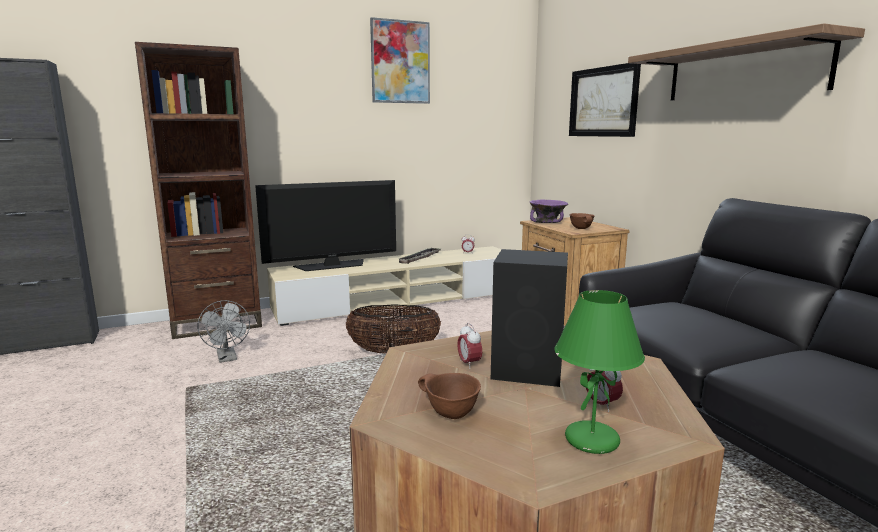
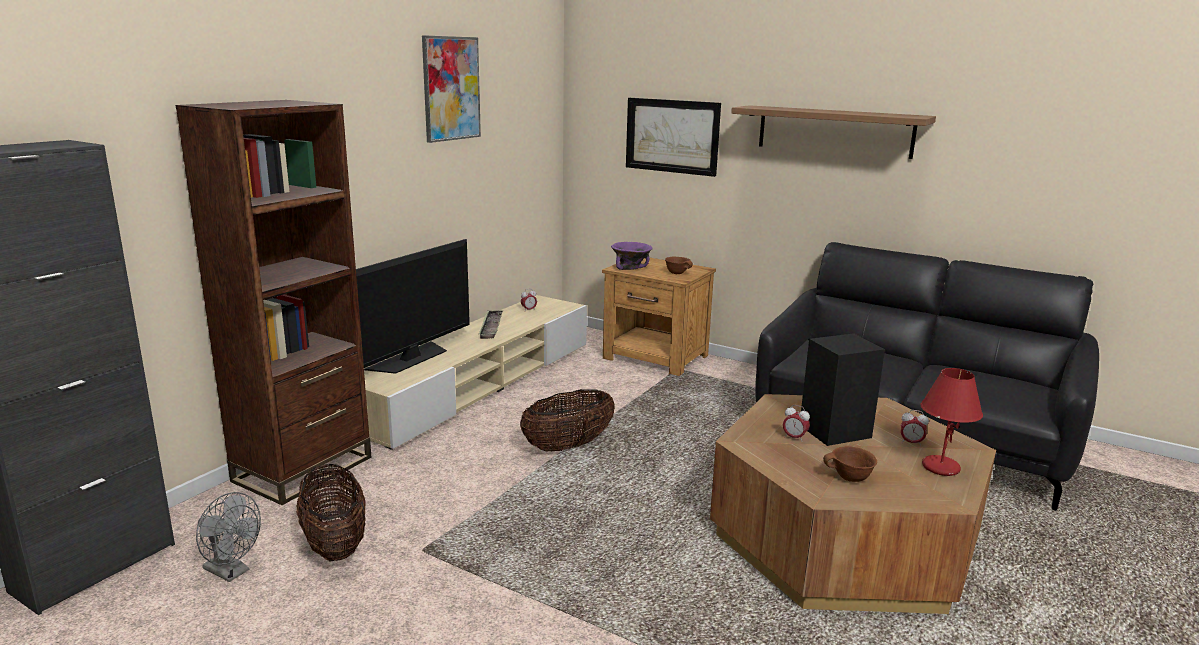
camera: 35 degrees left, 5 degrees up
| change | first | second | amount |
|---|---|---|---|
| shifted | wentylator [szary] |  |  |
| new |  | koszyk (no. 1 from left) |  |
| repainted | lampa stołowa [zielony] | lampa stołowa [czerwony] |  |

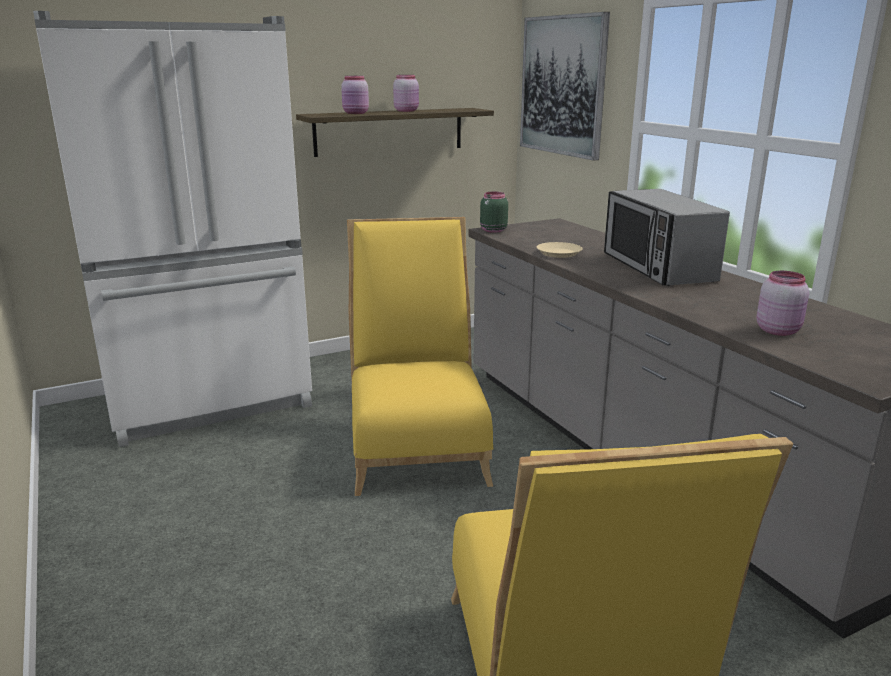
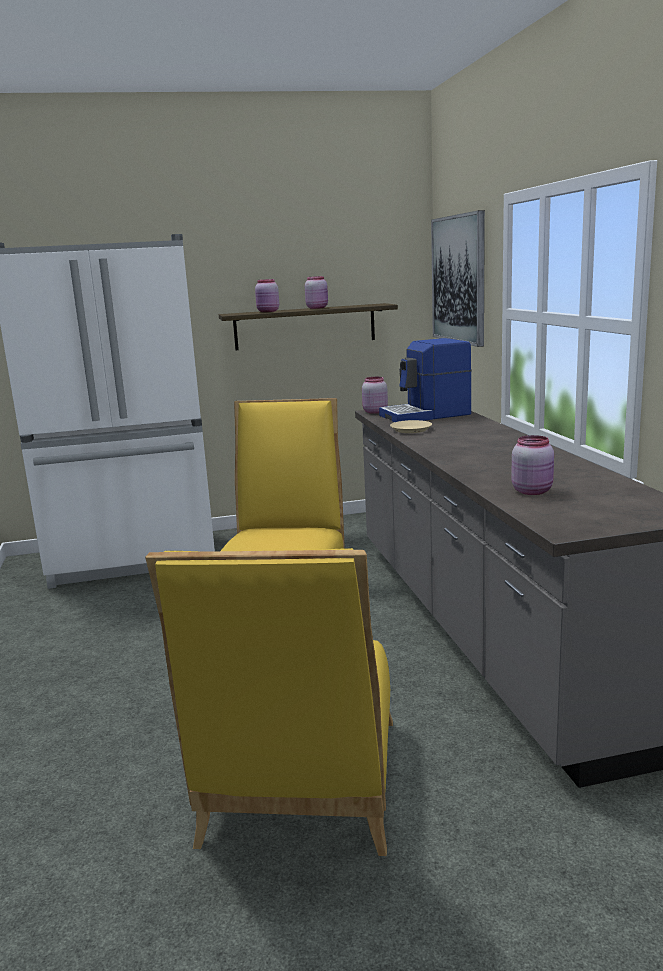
camera: 15 degrees right, 5 degrees down
| change | first | second | amount |
|---|---|---|---|
| repainted | słoik [zielony] | słoik [różowy] (no. 3 from left) |  |
| new |  | ekspres do kawy |  |
| gone | mikrofalówka |  |  |

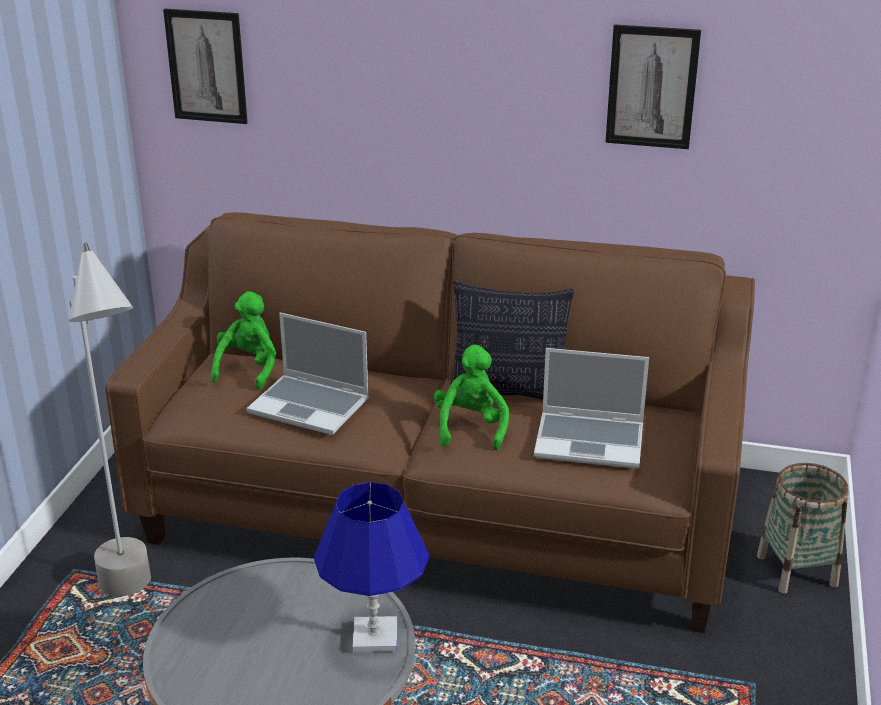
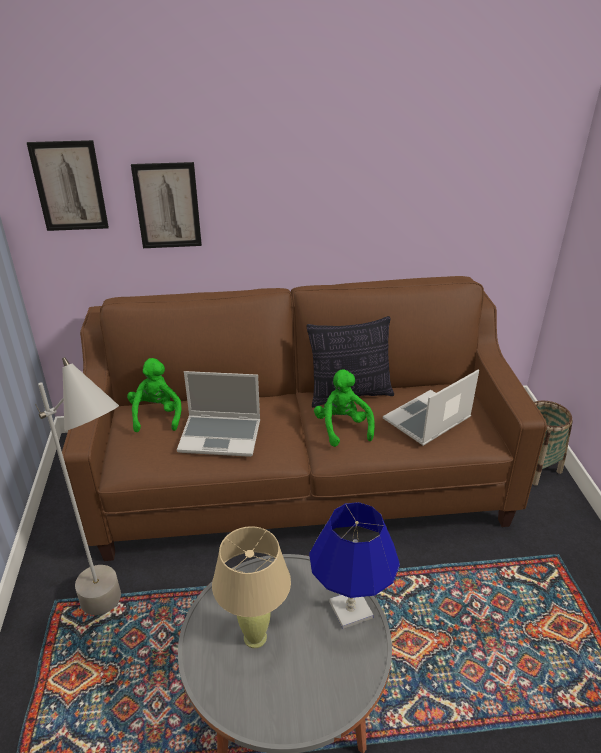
camera: 20 degrees left, 5 degrees up
| change | first | second | amount |
|---|---|---|---|
| shifted | obraz (no. 2 from left) |  |  |
| new |  | lampa stołowa [beżowy] |  |
| rotated | laptop (no. 2 from left) |  | 150 degrees clockwise |

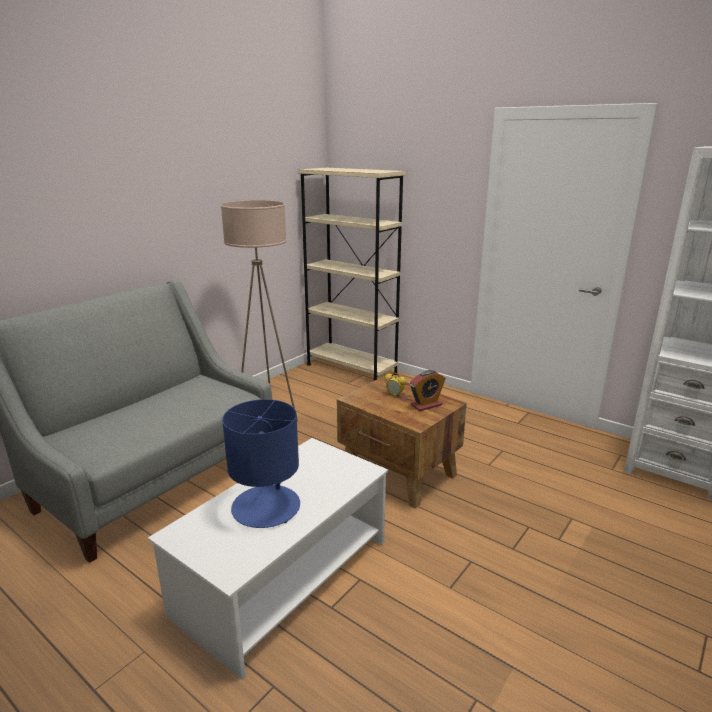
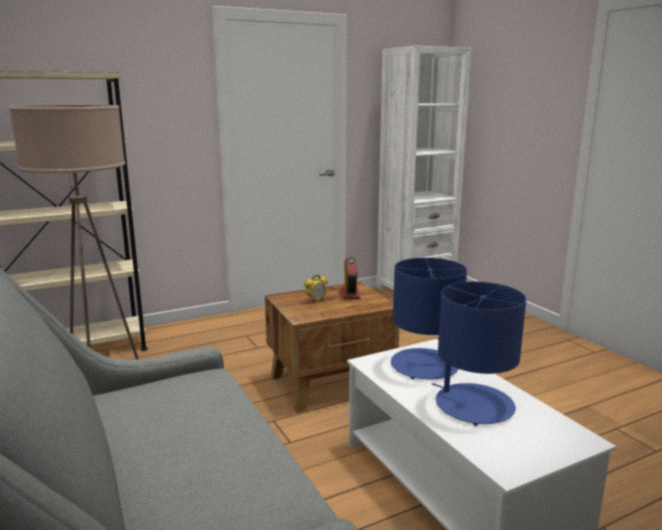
camera: 65 degrees left, 5 degrees down
| change | first | second | amount |
|---|---|---|---|
| new |  | lampa stołowa [niebieski] (no. 1 from left) |  |

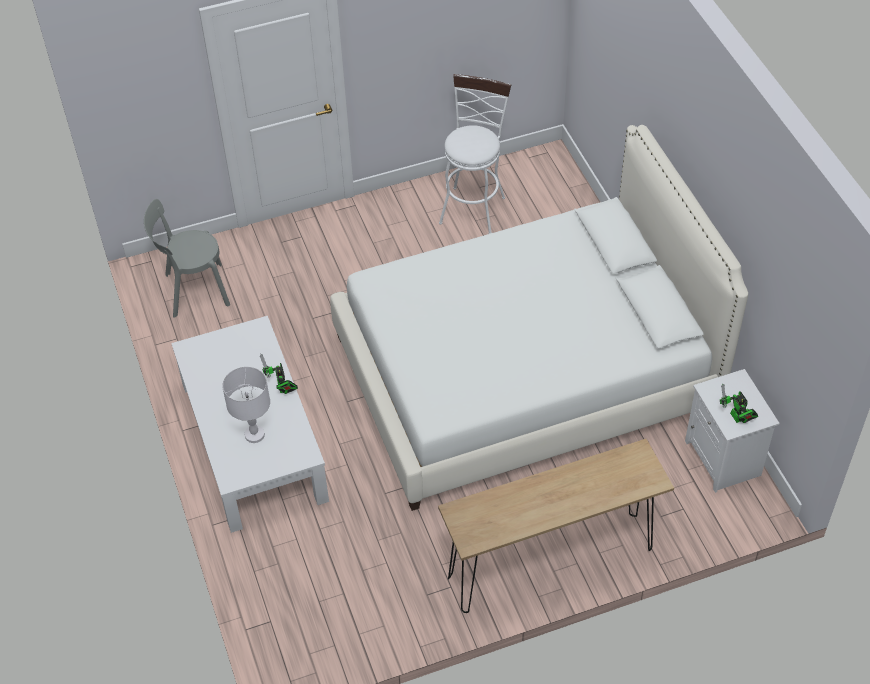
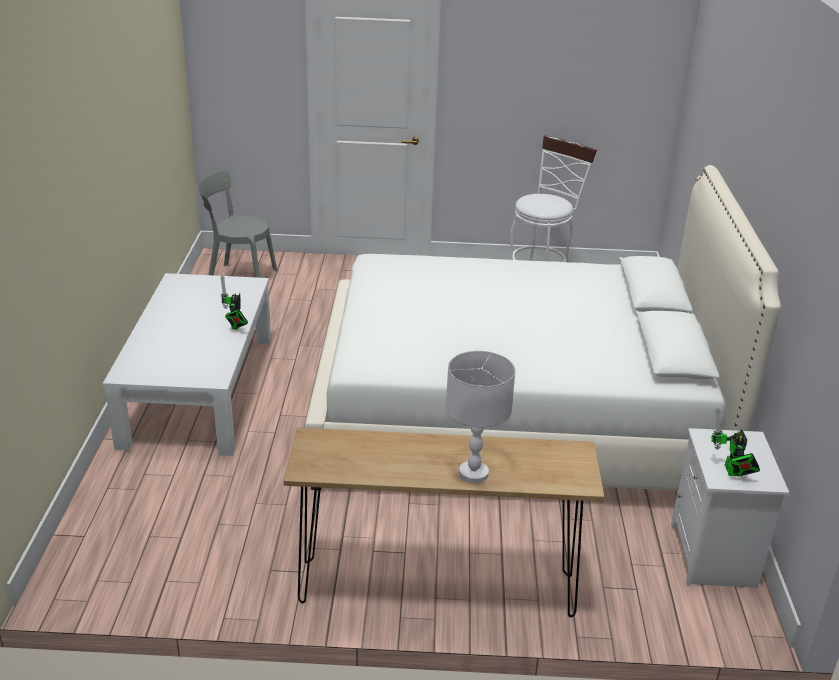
camera: 20 degrees right, 20 degrees down
| change | first | second | amount |
|---|---|---|---|
| shifted | lampa stołowa [biały] |  |  |

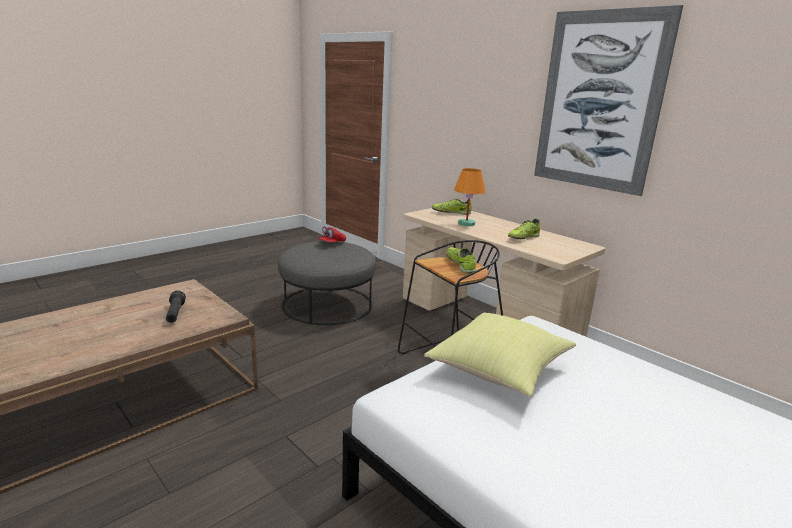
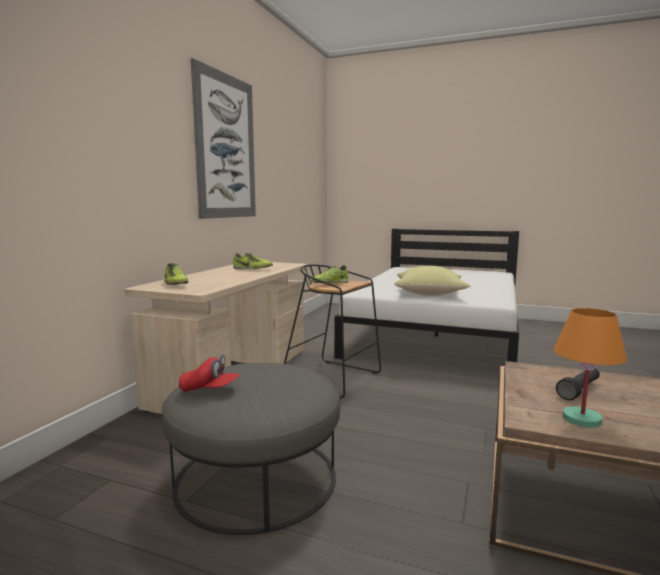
camera: 115 degrees left, 10 degrees down
| change | first | second | amount |
|---|---|---|---|
| shifted | lampa stołowa [pomarańczowy] |  |  |

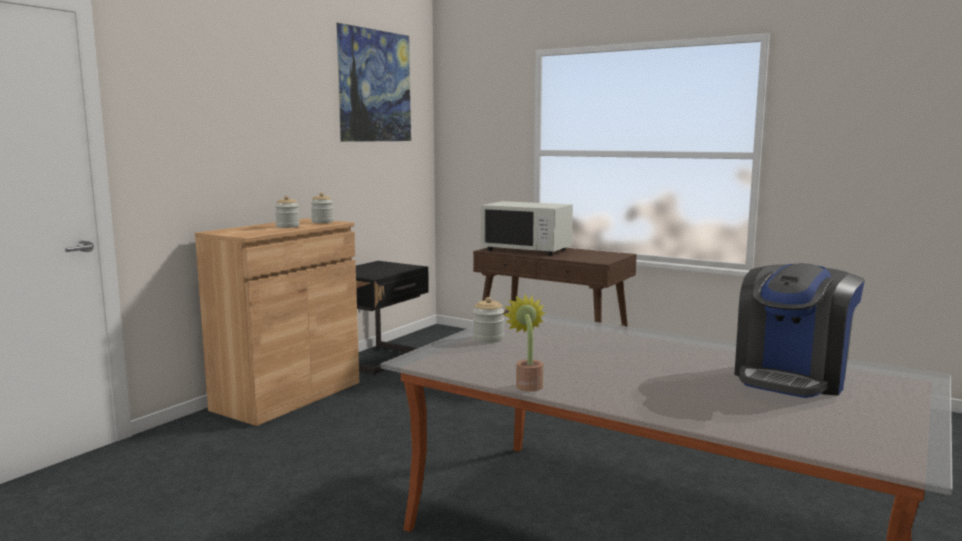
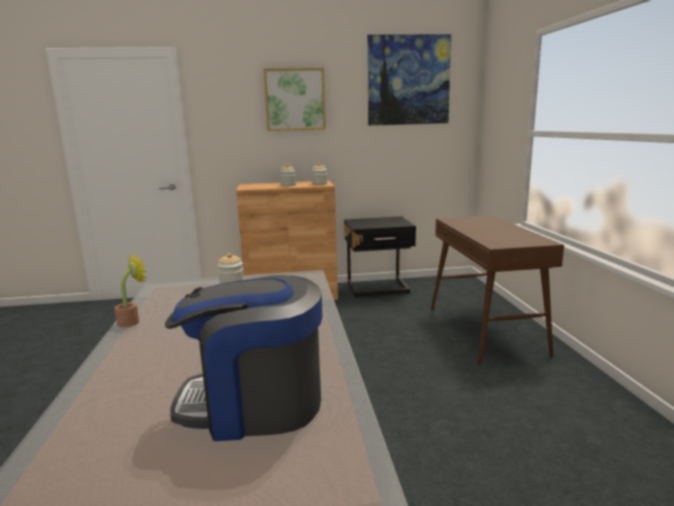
camera: 50 degrees right, 5 degrees up
| change | first | second | amount |
|---|---|---|---|
| new |  | obraz (no. 1 from left) |  |
| gone | mikrofalówka [biały] |  |  |

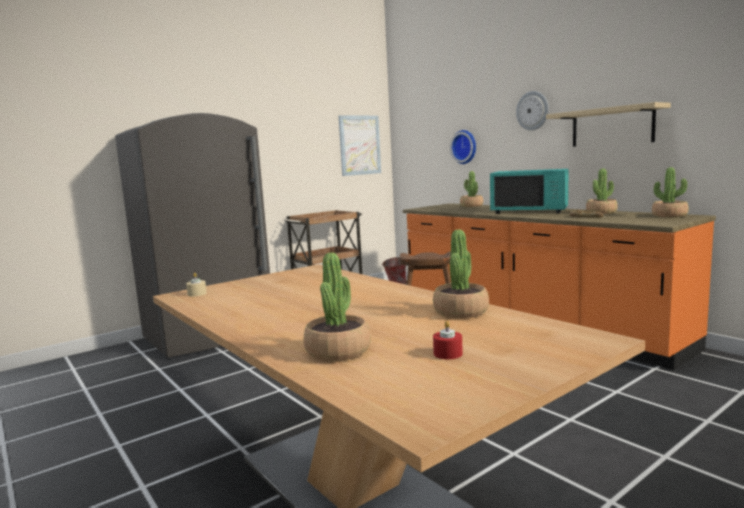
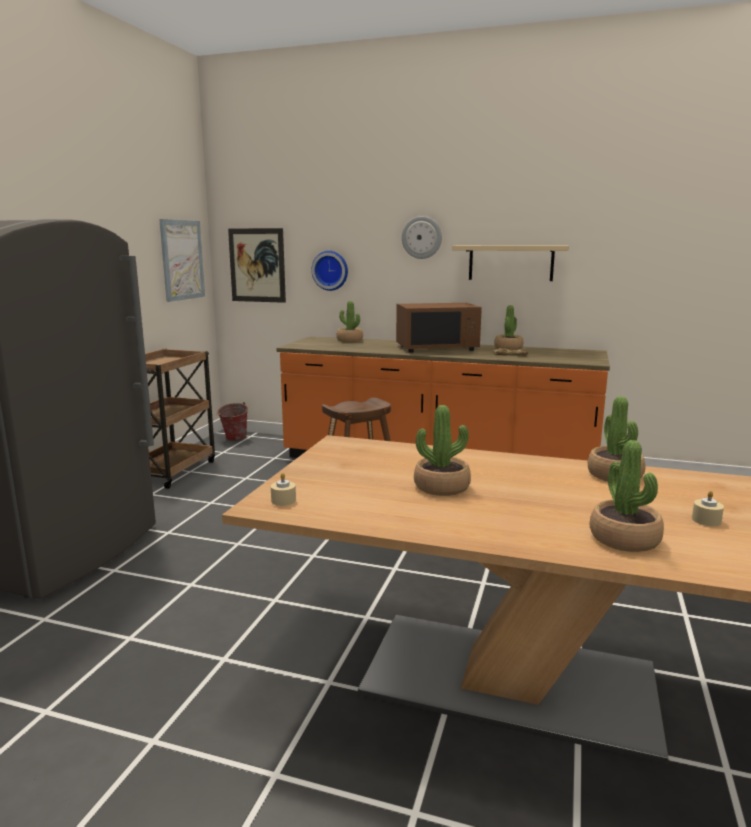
camera: 35 degrees left, 5 degrees up
| change | first | second | amount |
|---|---|---|---|
| new |  | obraz (no. 2 from left) |  |
| repainted | mikrofalówka [turkusowy] | mikrofalówka [brązowy] |  |
| shifted | roślina doniczkowa (no. 5 from left in the first image) | roślina doniczkowa (no. 2 from left) |  |
| repainted | świeca [czerwony] | świeca [beżowy] (no. 2 from left) |  |

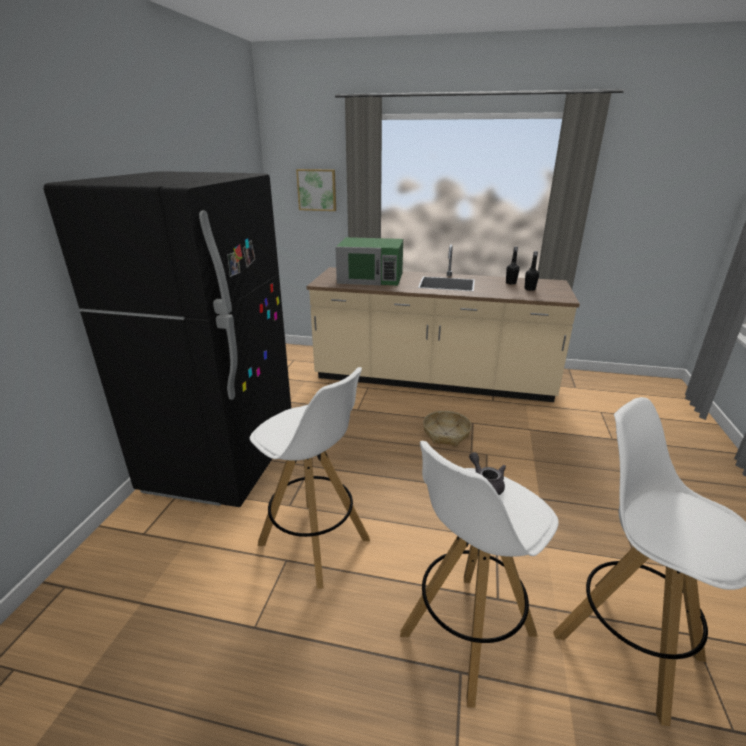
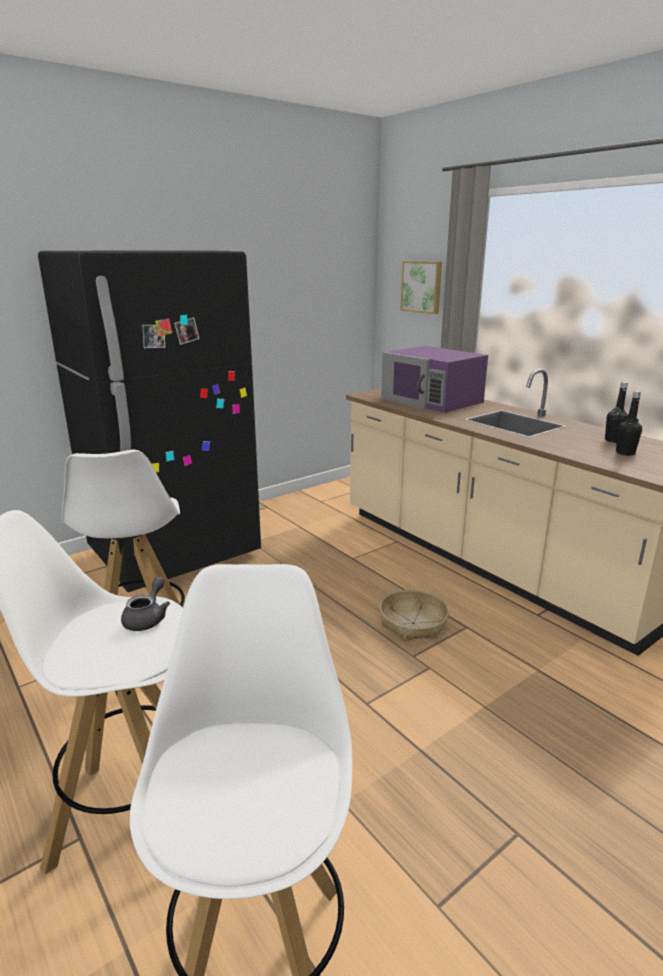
camera: 40 degrees right, 5 degrees down
| change | first | second | amount |
|---|---|---|---|
| repainted | mikrofalówka [zielony] | mikrofalówka [fioletowy] |  |

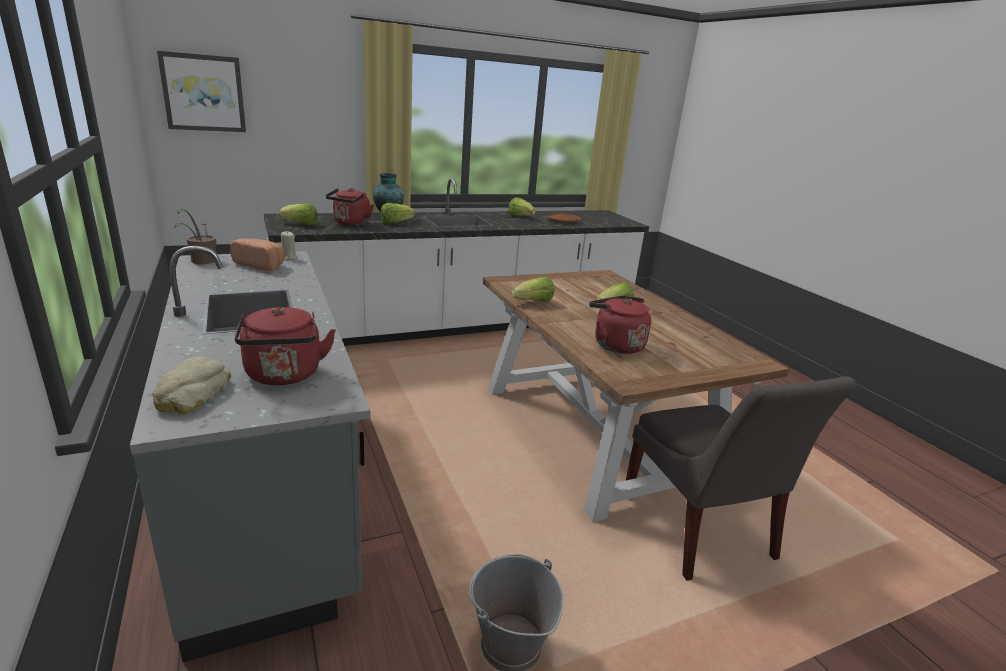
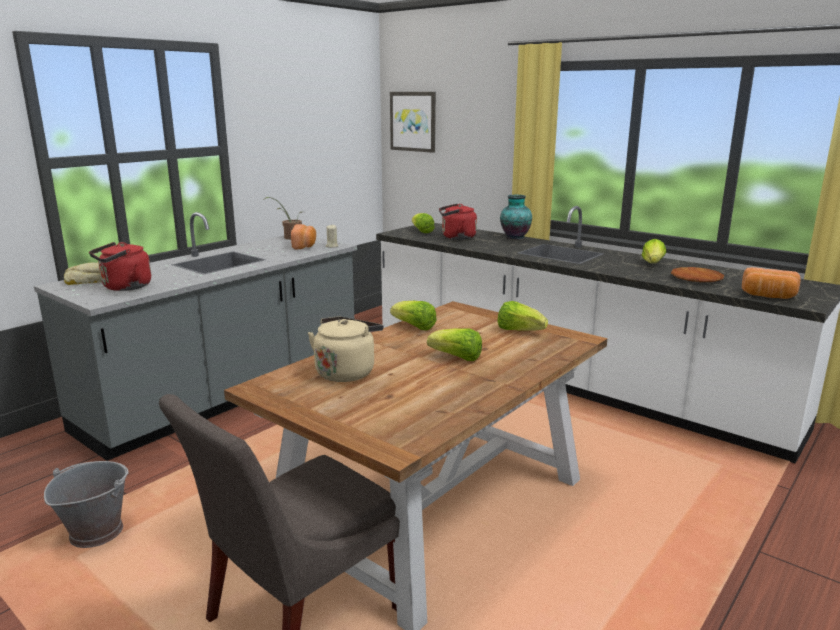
camera: 65 degrees right, 5 degrees down
| change | first | second | amount |
|---|---|---|---|
| repainted | czajnik [czerwony] (no. 3 from left) | czajnik [beżowy] |  |
| shifted | sałata (no. 2 from left in the first image) | sałata (no. 4 from left) |  |
| new |  | chleb (no. 3 from left) |  |

